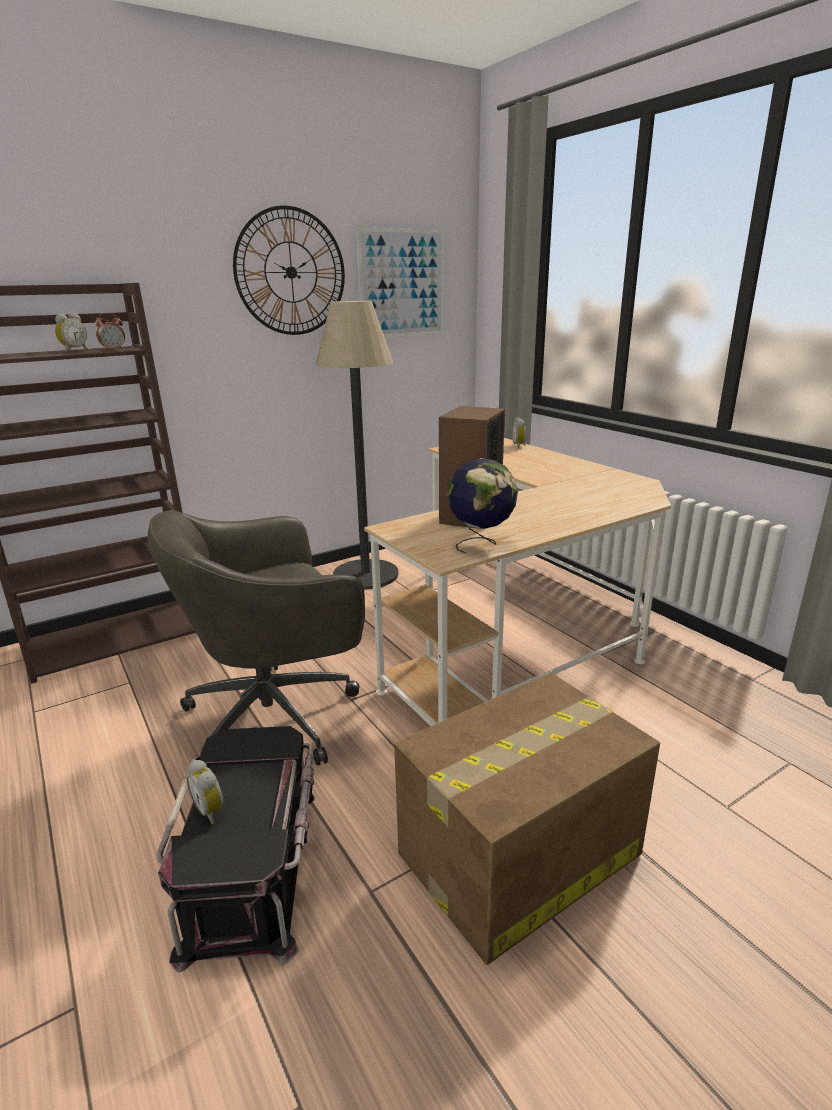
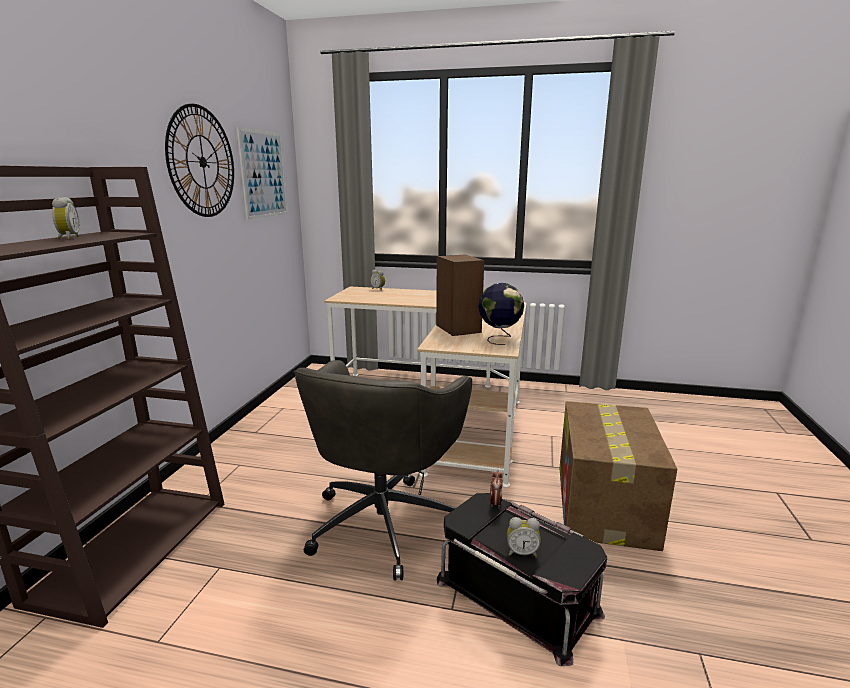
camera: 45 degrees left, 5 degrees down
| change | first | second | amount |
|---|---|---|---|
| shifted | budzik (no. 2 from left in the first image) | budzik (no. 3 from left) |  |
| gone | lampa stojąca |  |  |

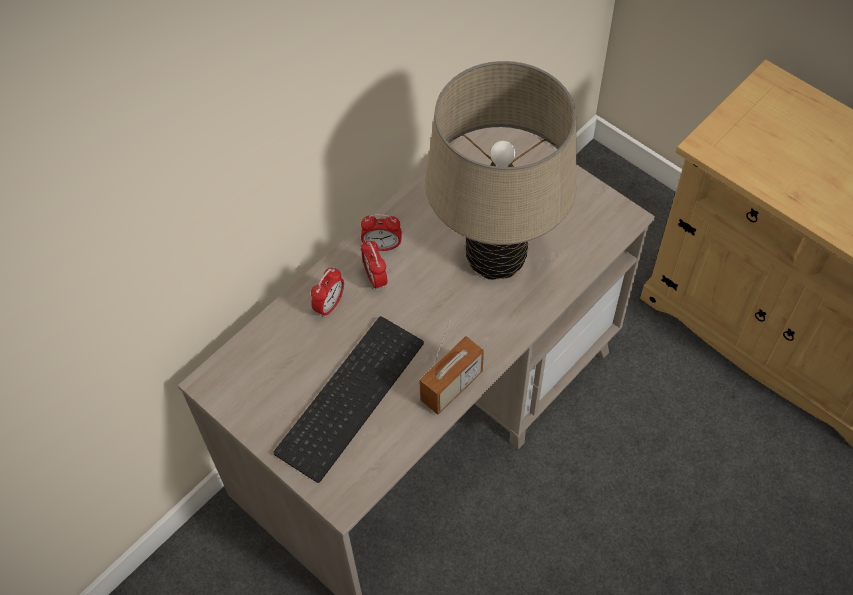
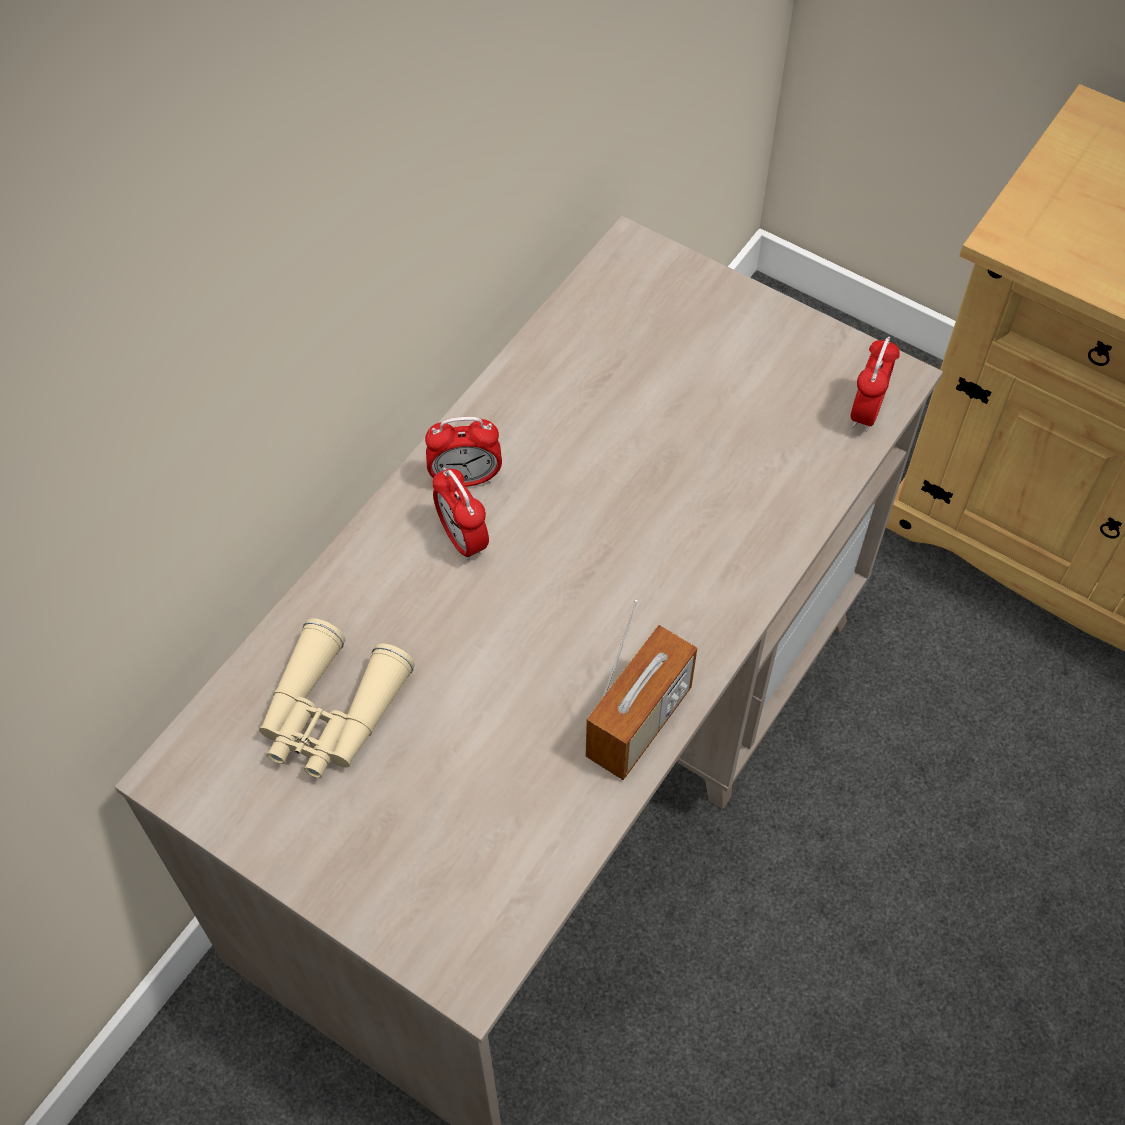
camera: 10 degrees left, 0 degrees up
| change | first | second | amount |
|---|---|---|---|
| new |  | lornetka [beżowy] |  |
| shifted | budzik (no. 1 from left in the first image) | budzik (no. 3 from left) |  |
| gone | klawiatura |  |  |
| gone | lampa stołowa [beżowy] |  |  |

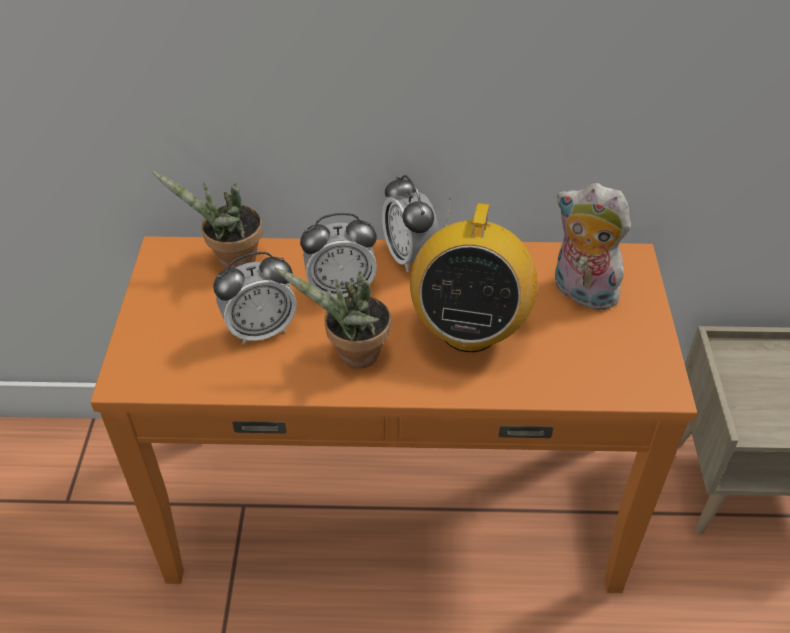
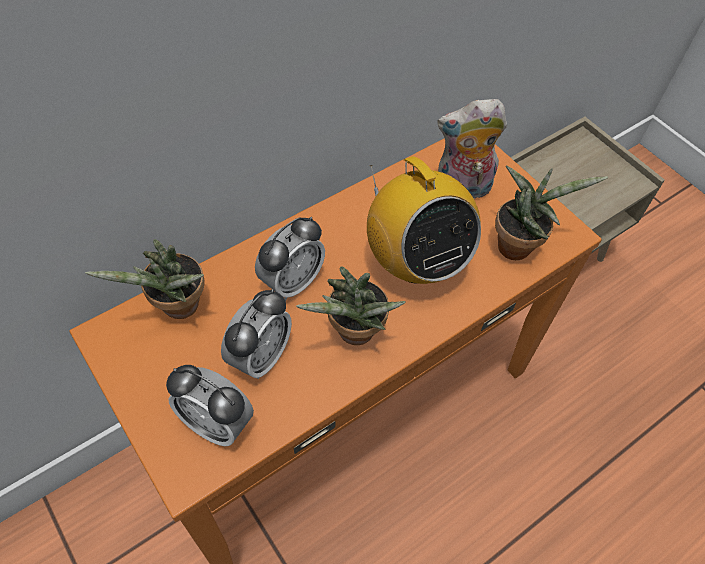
camera: 40 degrees left, 10 degrees up
| change | first | second | amount |
|---|---|---|---|
| shifted | budzik (no. 3 from left in the first image) | budzik (no. 1 from left) |  |
| new |  | roślina doniczkowa (no. 3 from left) |  |

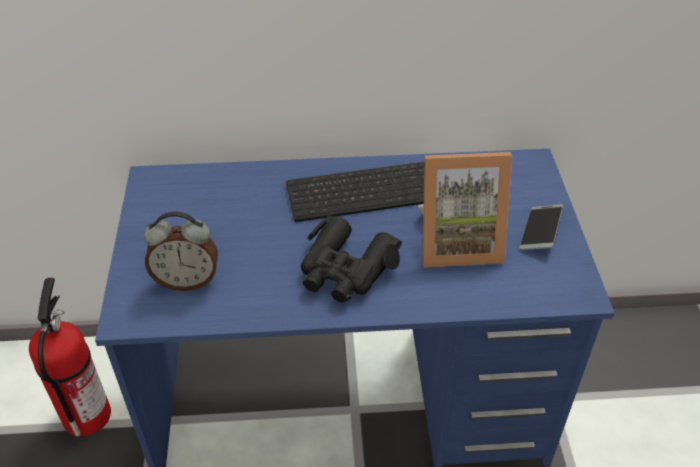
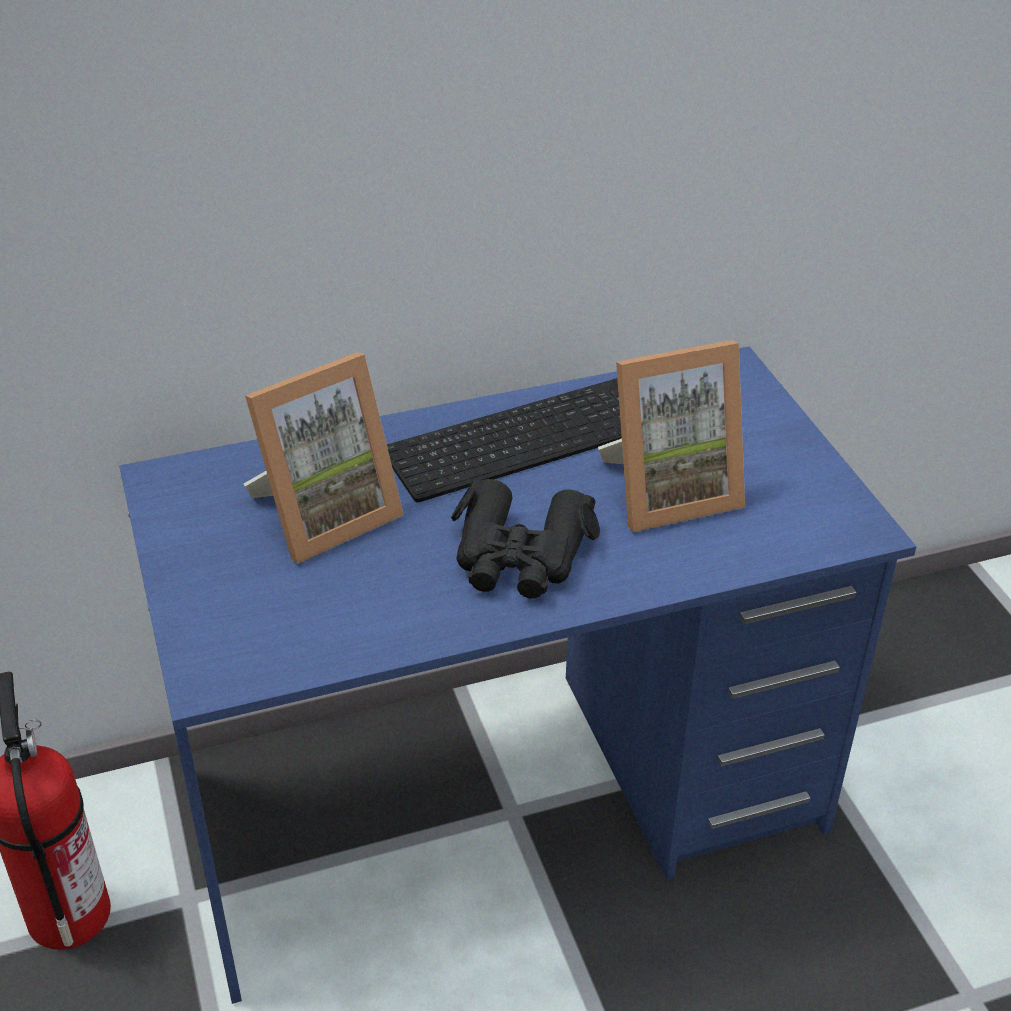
camera: 15 degrees left, 5 degrees down
| change | first | second | amount |
|---|---|---|---|
| new |  | ramka na zdjęcie (no. 1 from left) |  |
| gone | budzik |  |  |
| gone | telefon |  |  |

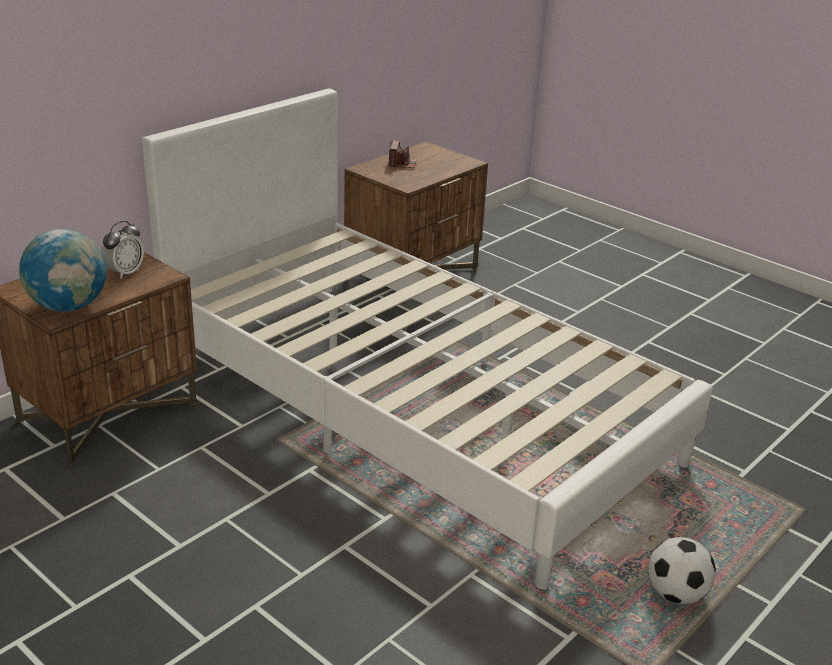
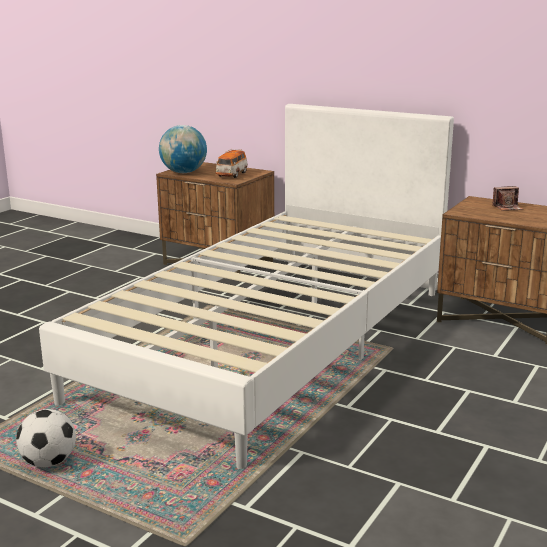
camera: 80 degrees right, 10 degrees down
| change | first | second | amount |
|---|---|---|---|
| swapped | budzik | samochodzik |  |

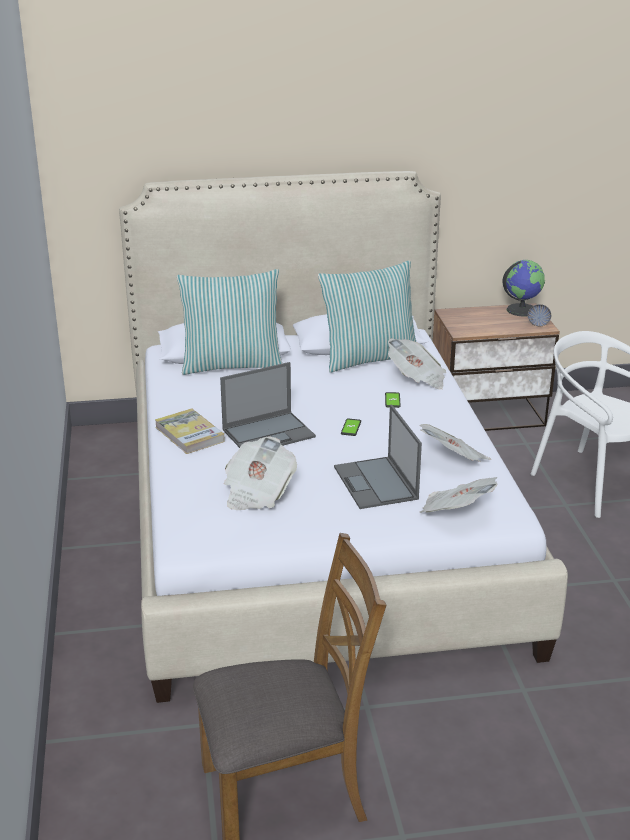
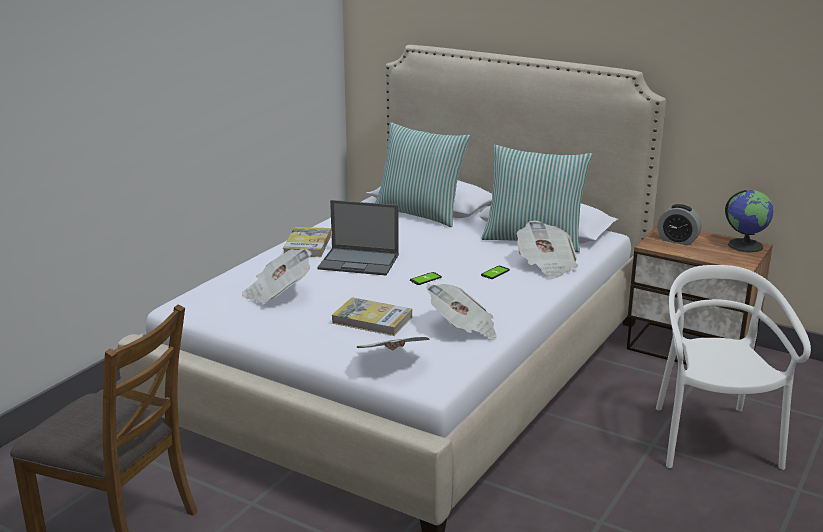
camera: 40 degrees right, 5 degrees down
| change | first | second | amount |
|---|---|---|---|
| swapped | laptop (no. 2 from left) | książka (no. 2 from left) |  |
| new |  | budzik |  |
| gone | miska |  |  |

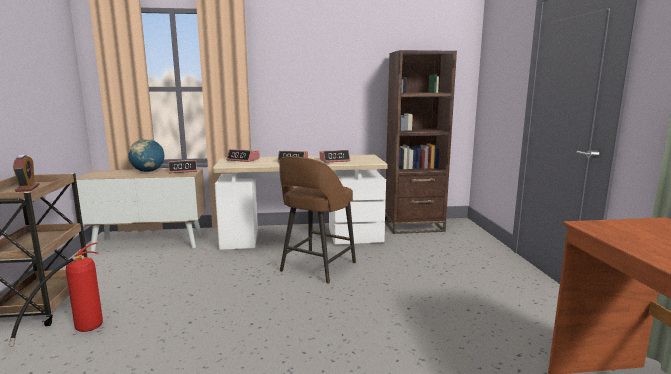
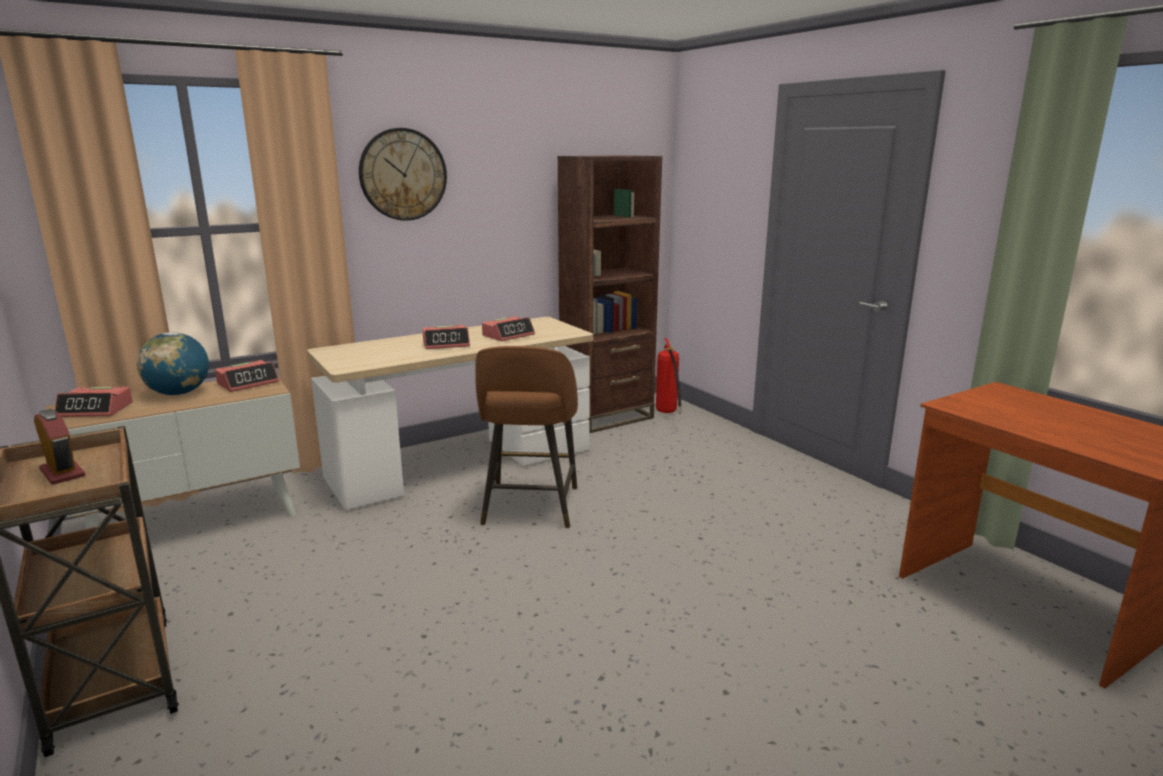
camera: 25 degrees left, 5 degrees up
| change | first | second | amount |
|---|---|---|---|
| shifted | budzik (no. 3 from left in the first image) | budzik (no. 2 from left) |  |
| new |  | zegar ścienny |  |
| shifted | gaśnica |  |  |

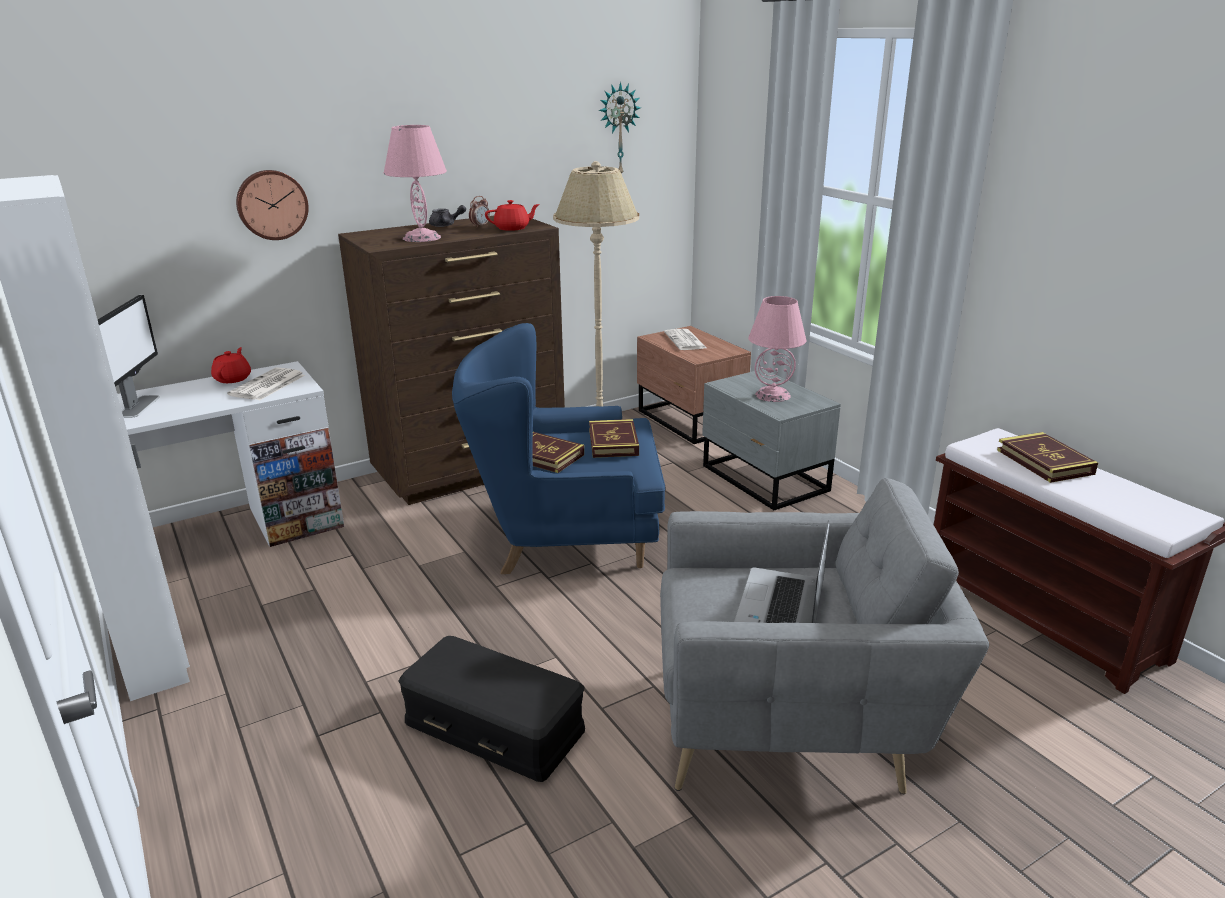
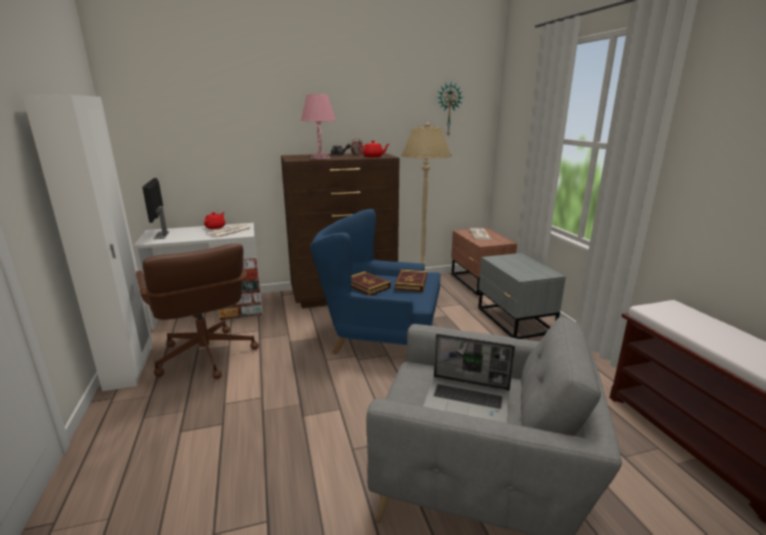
camera: 15 degrees right, 5 degrees down
| change | first | second | amount |
|---|---|---|---|
| new |  | krzesło biurowe [brązowy] |  |
| rotated | monitor |  | 150 degrees clockwise |
| rotated | laptop |  | 105 degrees counterclockwise |
| gone | zegar ścienny (no. 1 from left) |  |  |
| gone | pojemnik do przechowywania [czarny] |  |  |
| gone | lampa stołowa [różowy] (no. 2 from left) |  |  |
| gone | książka (no. 3 from left) |  |  |

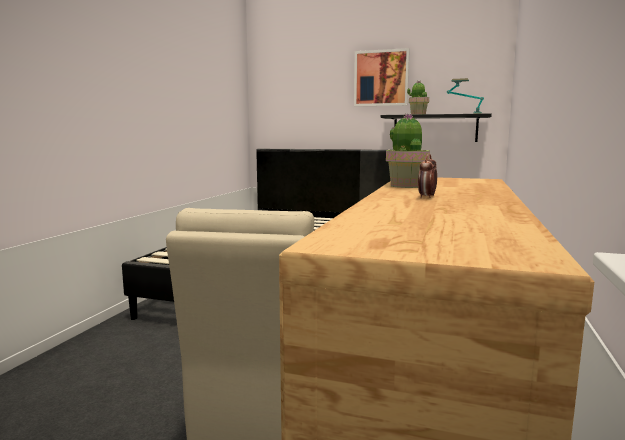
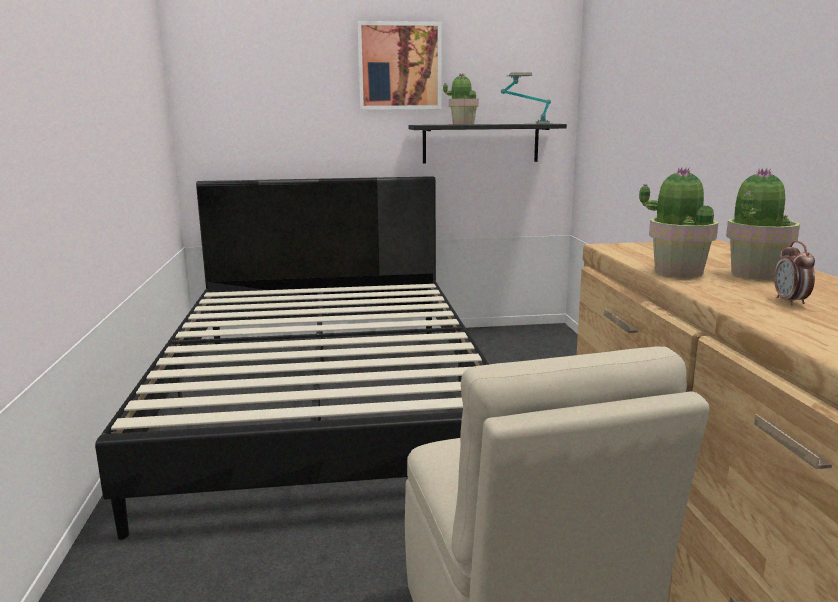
camera: 25 degrees left, 5 degrees up
| change | first | second | amount |
|---|---|---|---|
| new |  | roślina doniczkowa (no. 3 from left) |  |

